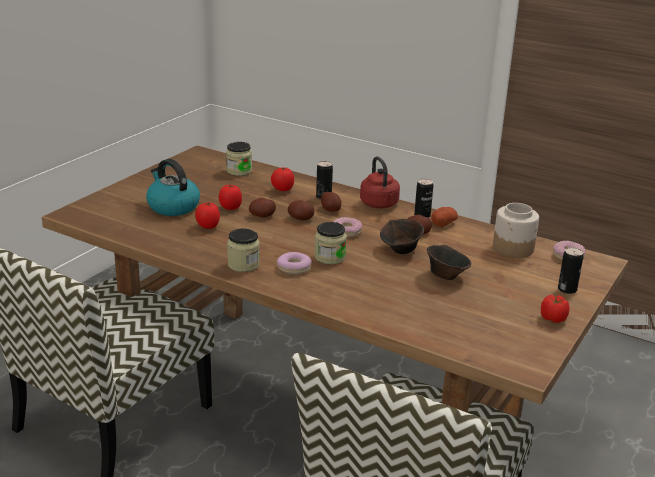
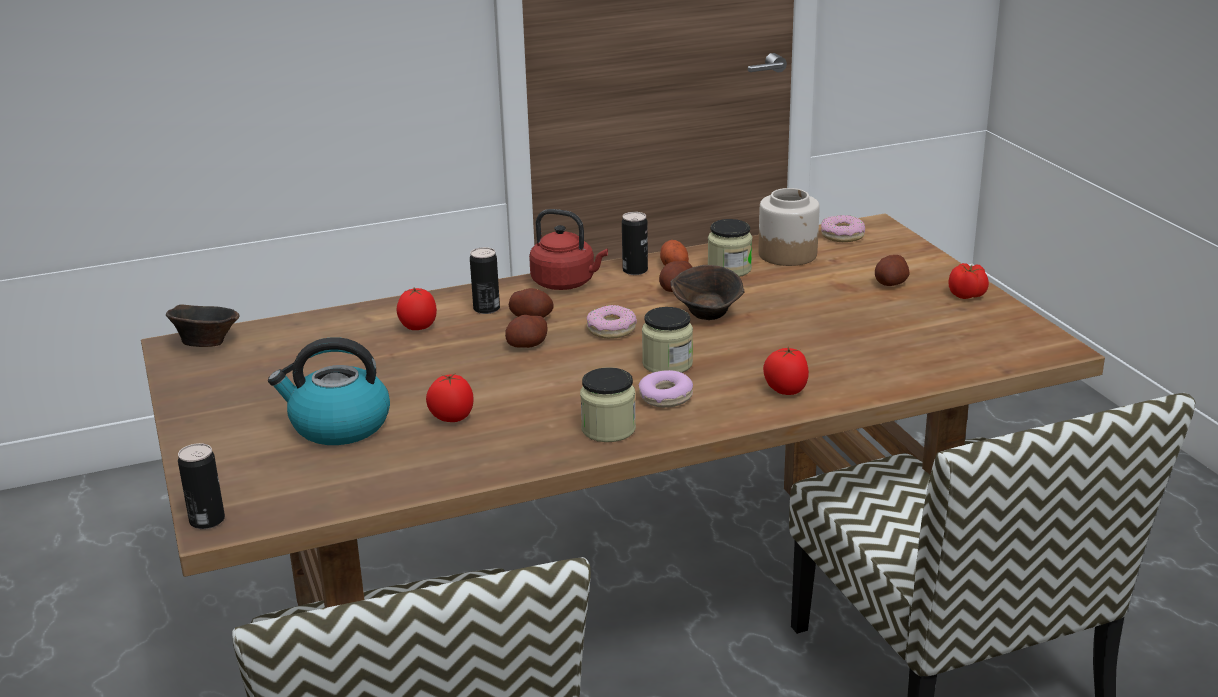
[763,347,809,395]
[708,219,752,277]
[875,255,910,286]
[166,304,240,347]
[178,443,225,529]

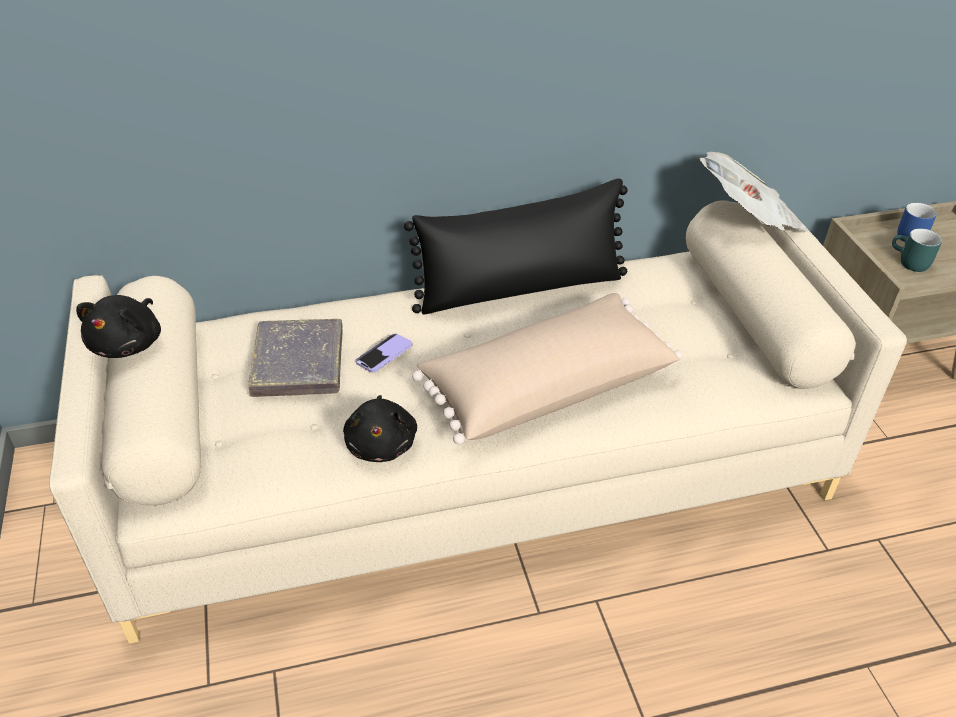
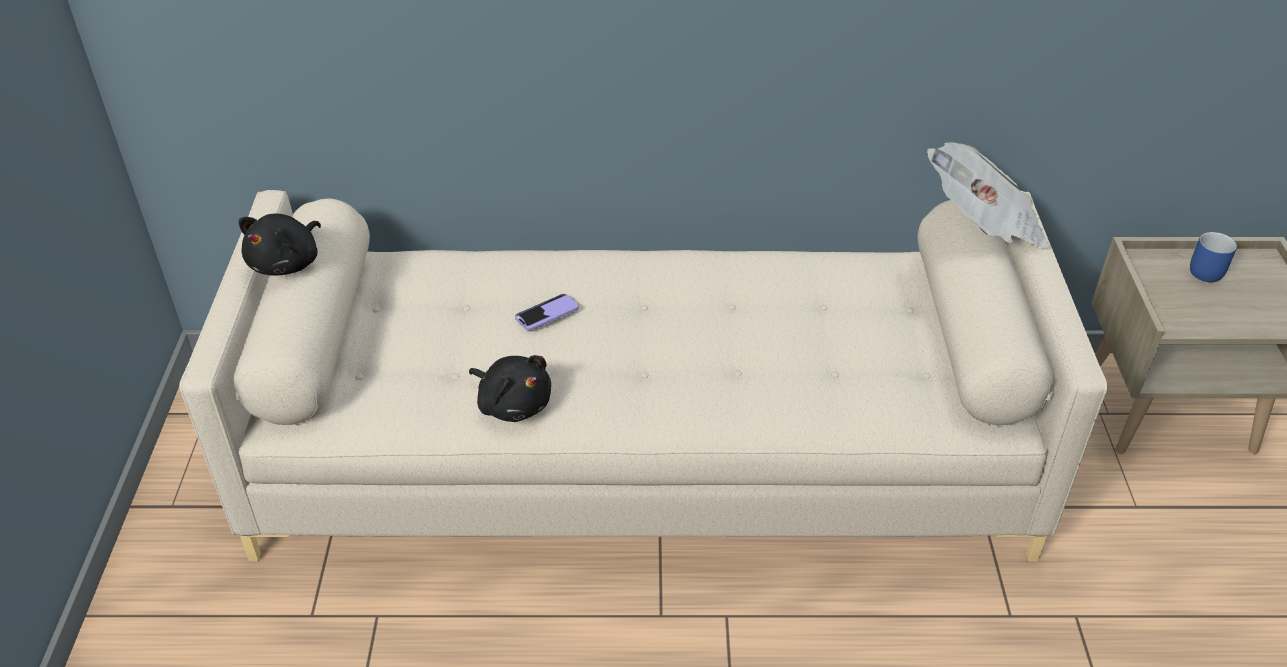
[248,319,343,397] (first image)
[469,355,551,422]
[404,178,628,315] (first image)
[412,293,683,445] (first image)
[892,228,942,272] (first image)

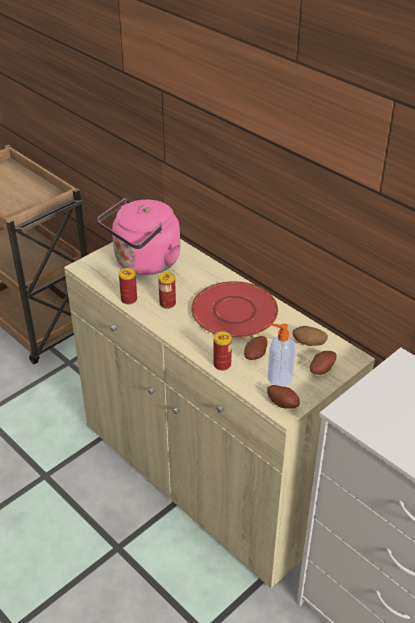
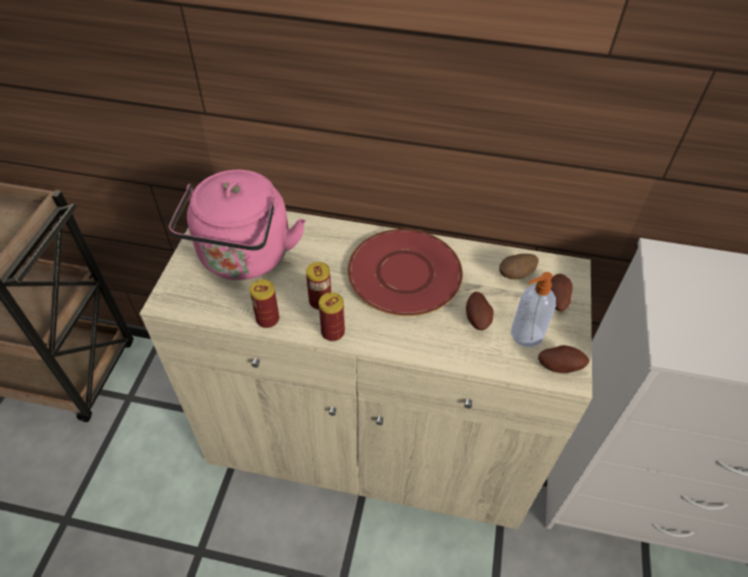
[319,292,345,341]

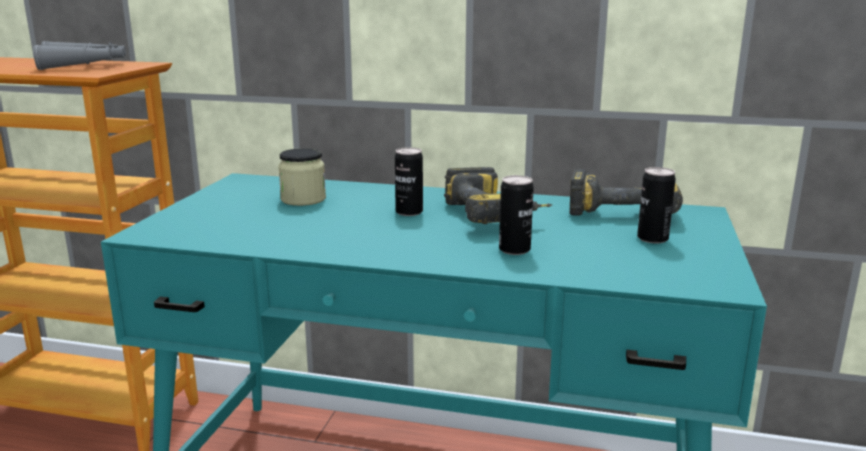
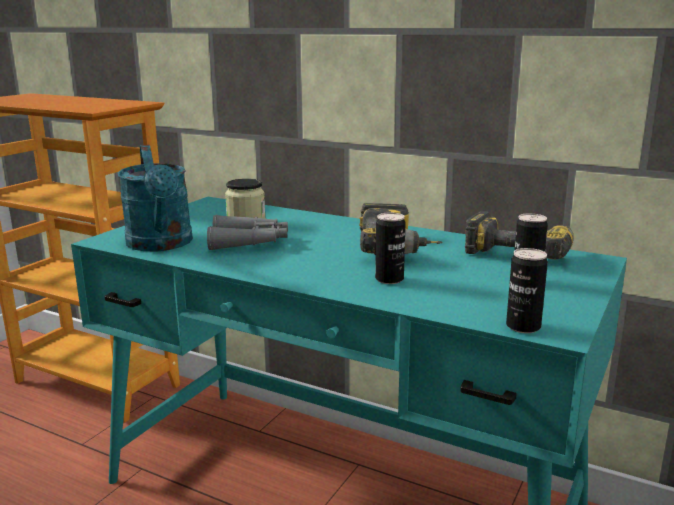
[207,215,288,250]
[506,248,548,333]
[118,145,193,251]

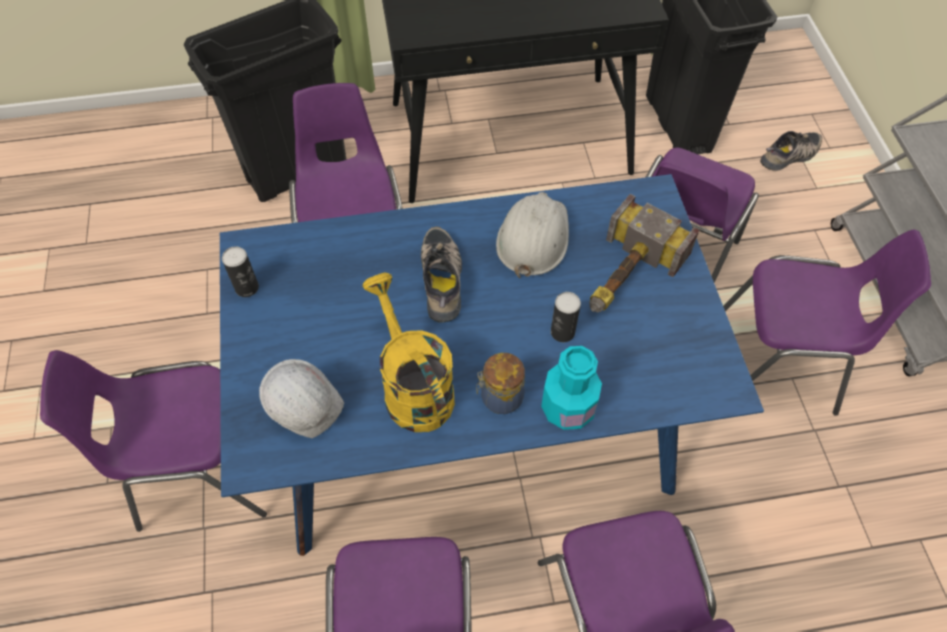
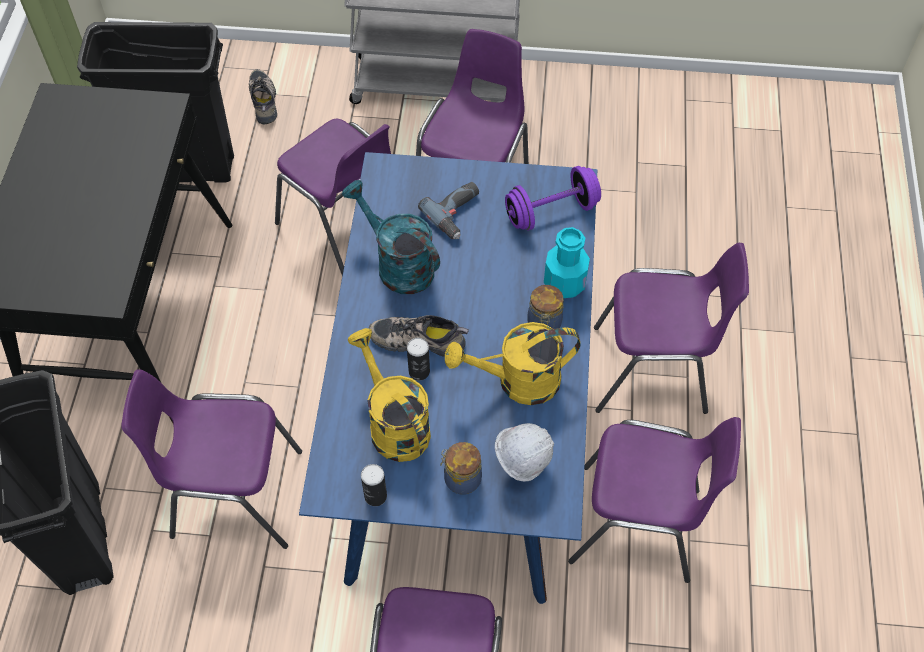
[342,180,440,294]
[407,338,430,380]
[418,182,479,239]
[348,328,431,462]
[440,442,482,495]
[505,166,601,230]

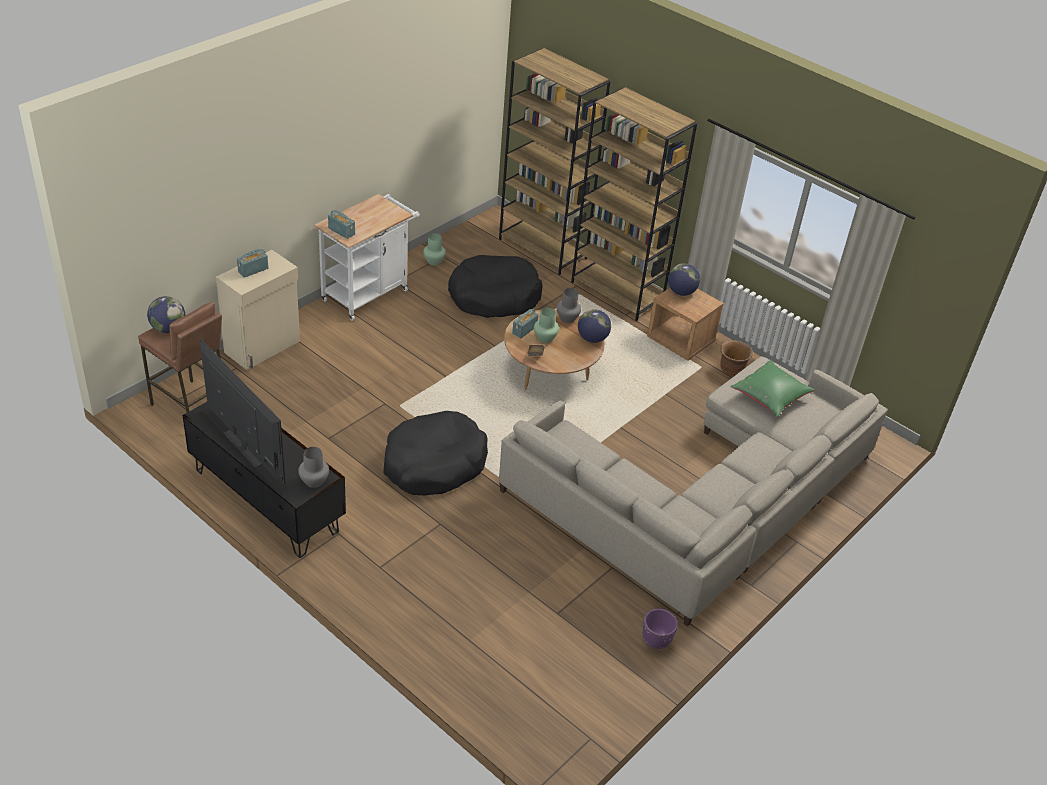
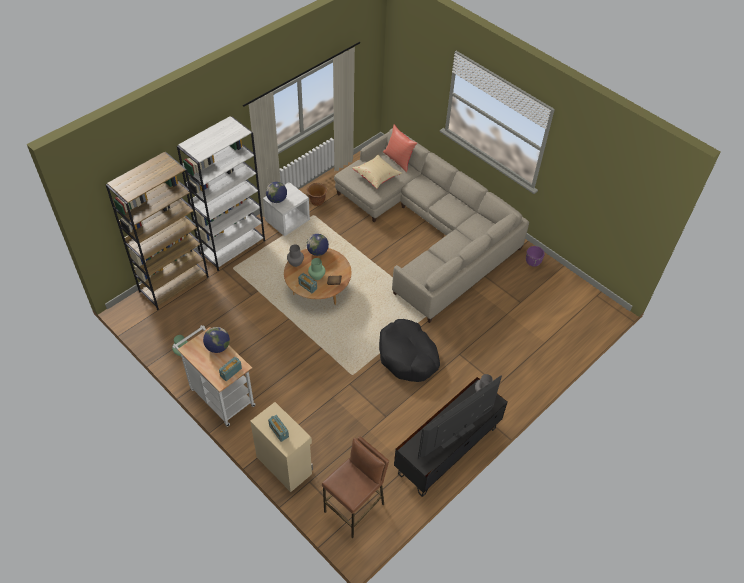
[203,327,230,353]
[448,255,543,318] (first image)
[177,116,265,271]
[263,182,310,236]
[352,154,402,189]
[383,125,417,172]

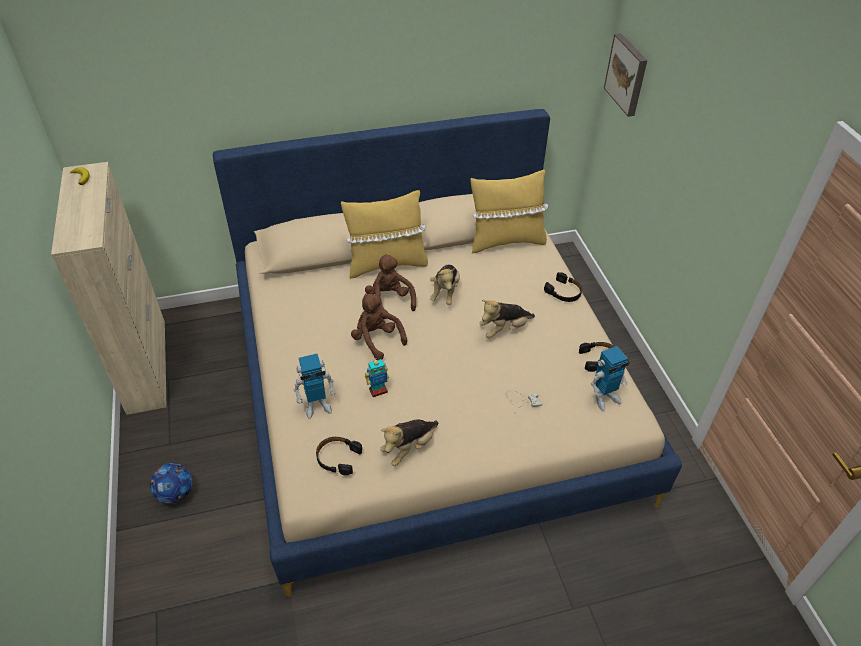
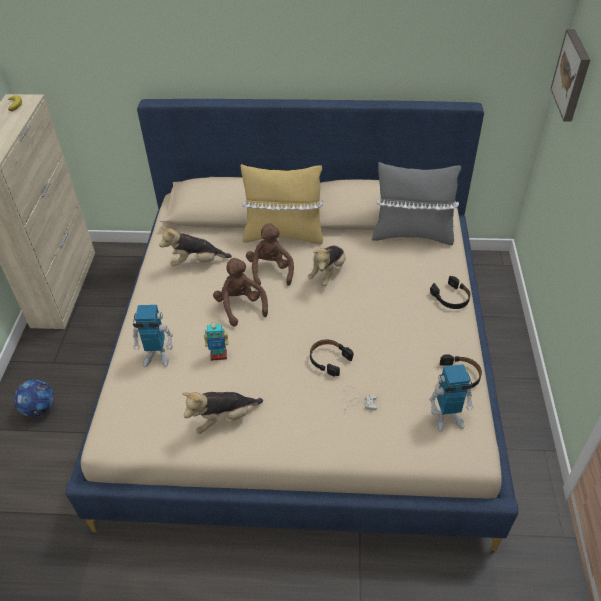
[310,340,354,376]
[372,162,461,245]
[159,227,232,266]

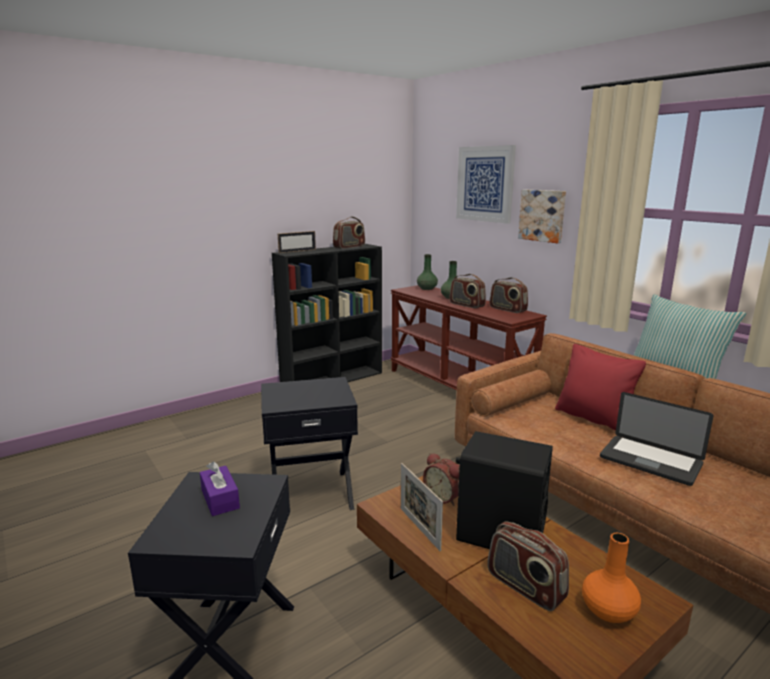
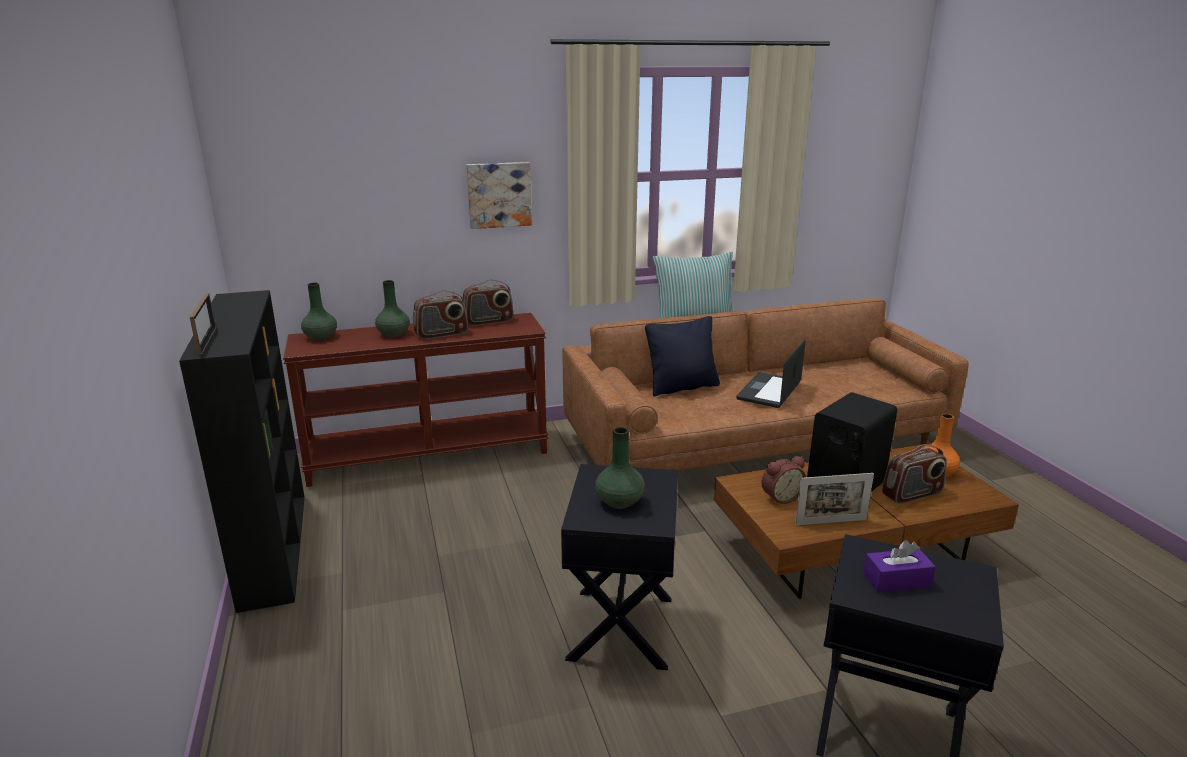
[333,217,365,249] (first image)
[456,145,516,224] (first image)
[645,316,720,396]
[736,340,806,408]
[595,427,645,509]

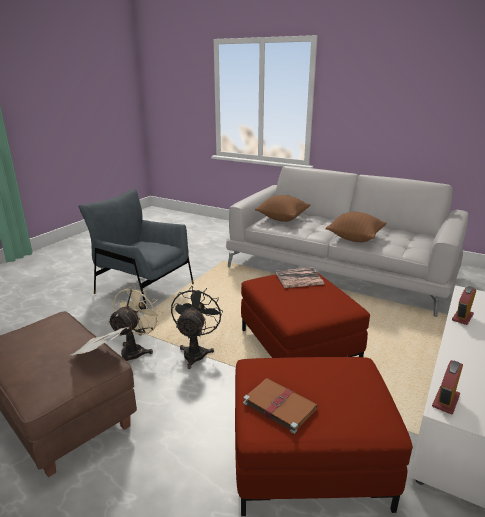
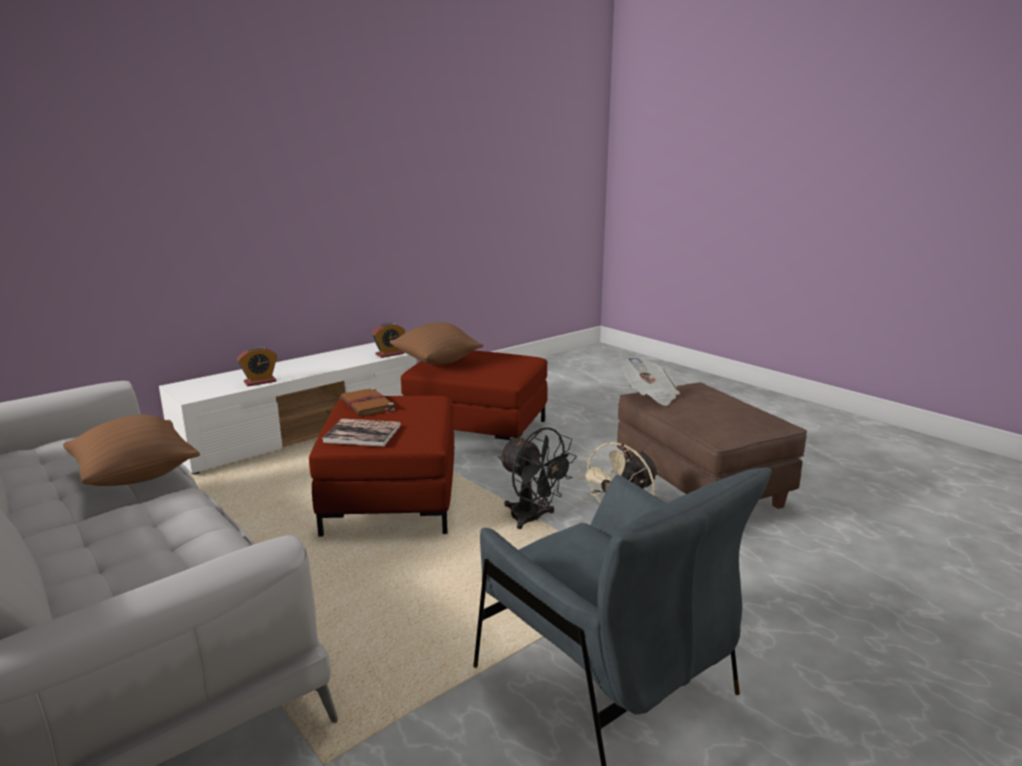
[498,428,577,529]
[340,388,395,416]
[389,322,483,365]

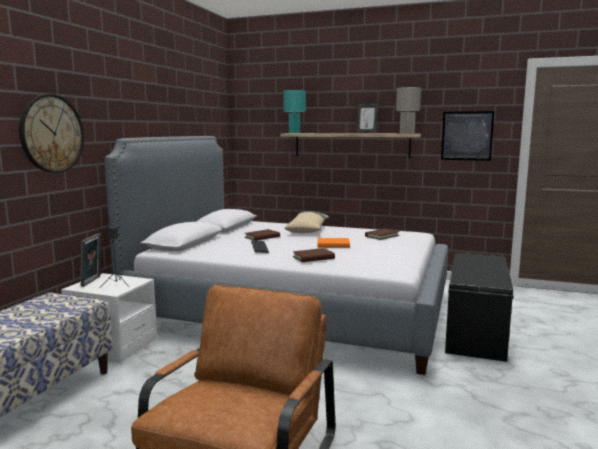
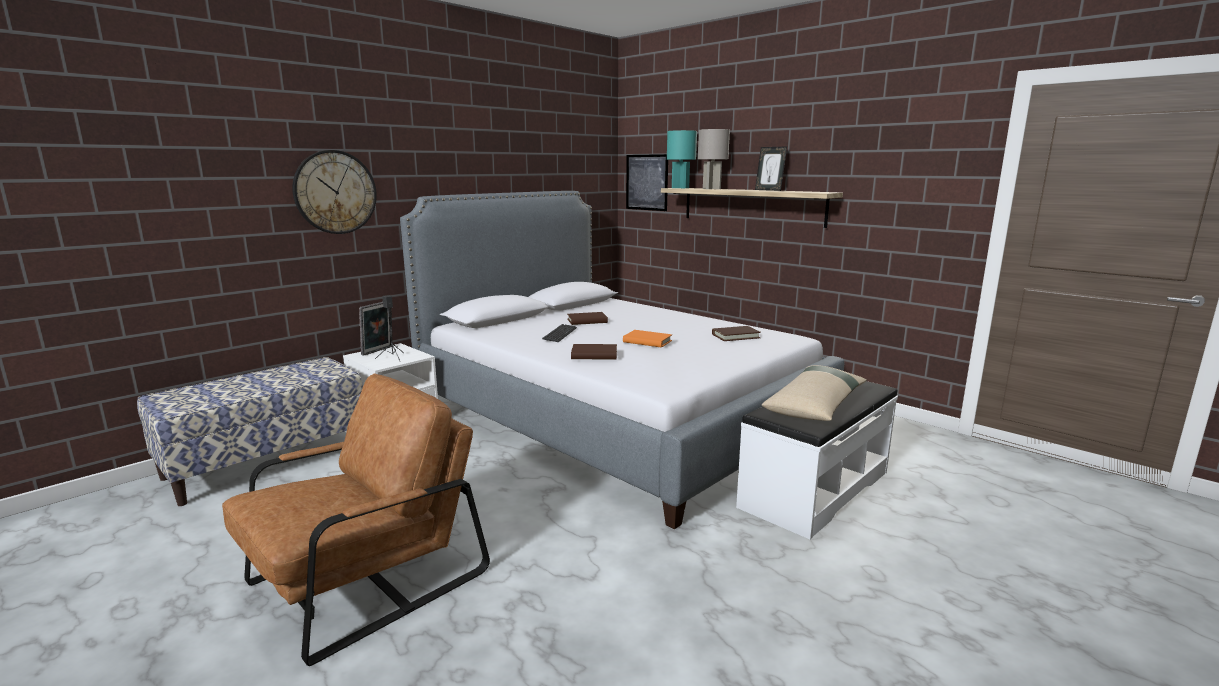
[762,365,867,421]
[698,129,730,189]
[626,154,668,211]
[736,381,898,539]

